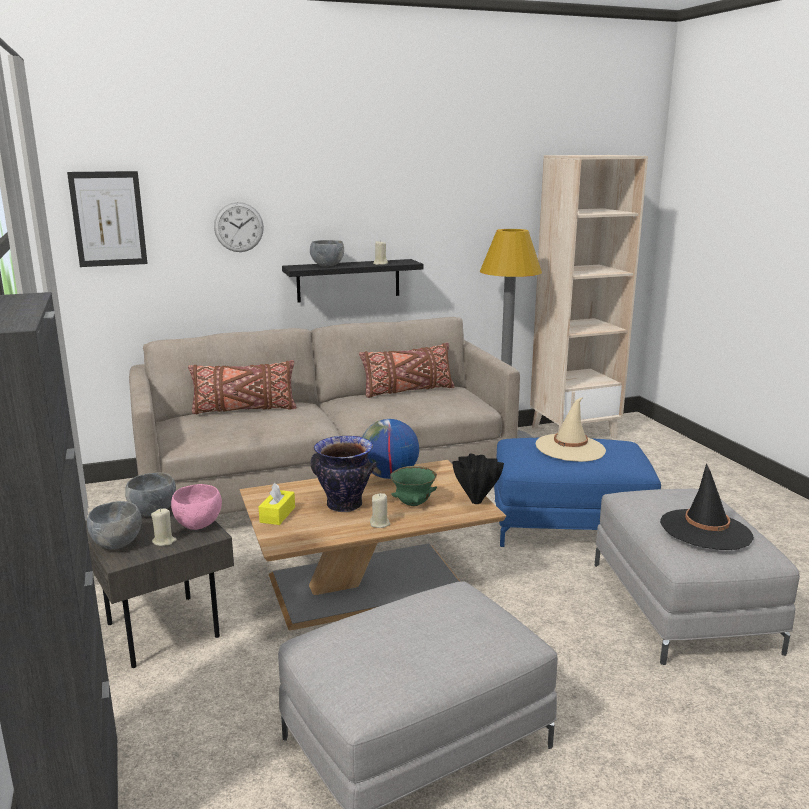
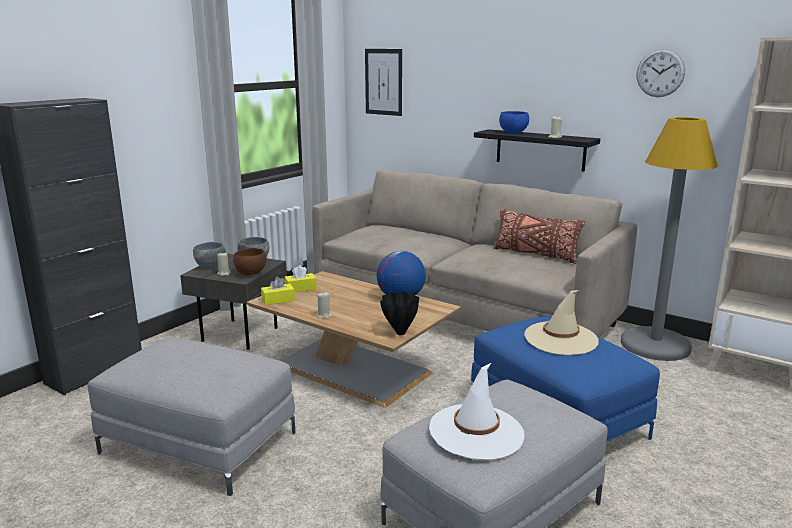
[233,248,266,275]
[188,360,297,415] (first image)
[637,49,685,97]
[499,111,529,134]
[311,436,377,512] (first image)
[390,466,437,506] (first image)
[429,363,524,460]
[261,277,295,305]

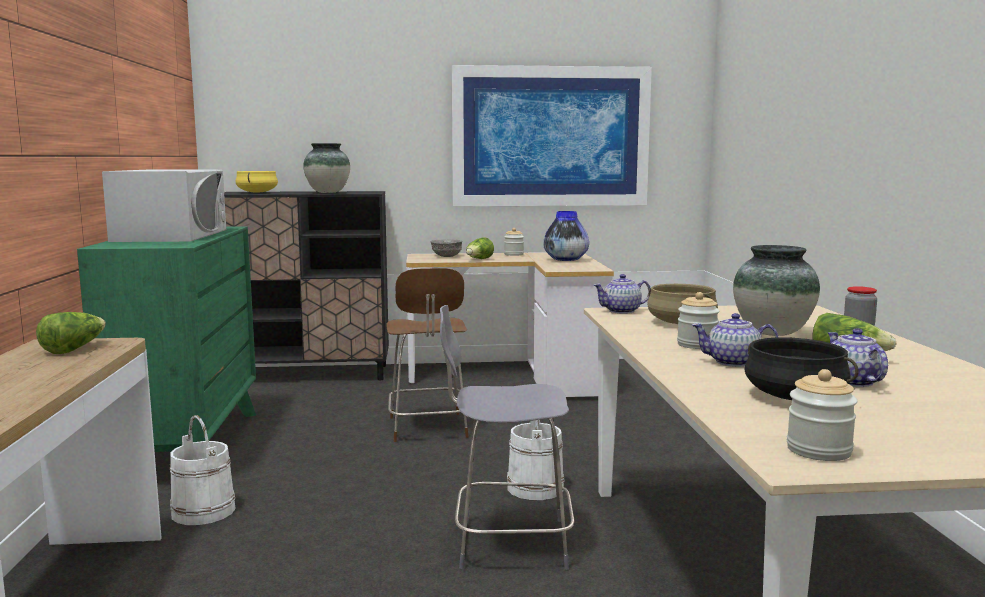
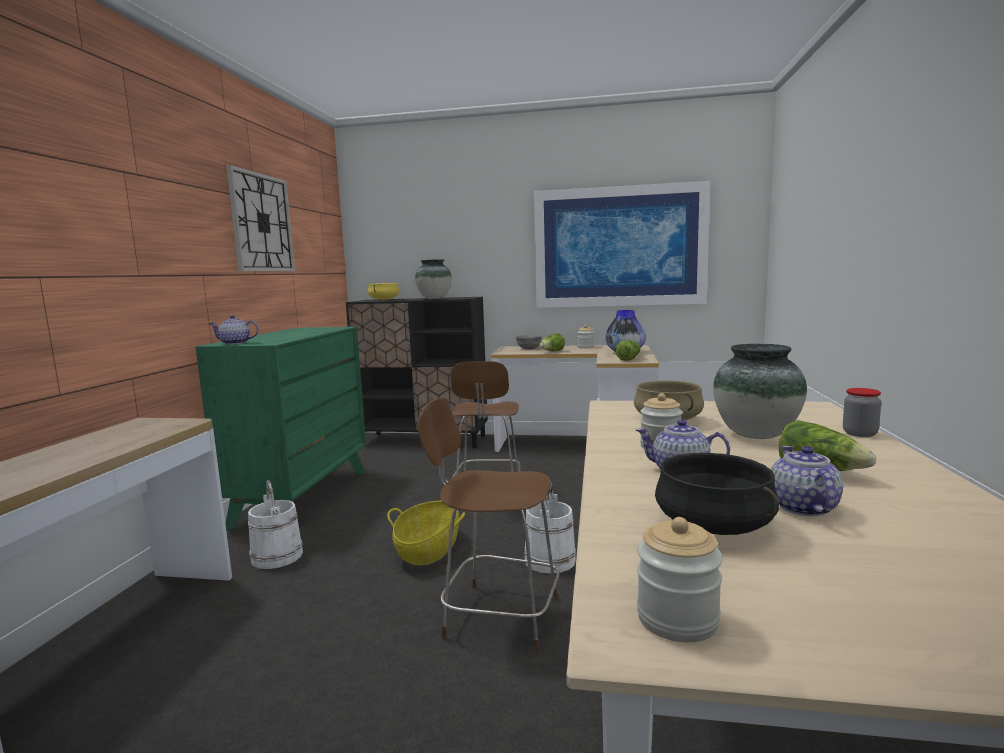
[615,340,640,361]
[102,169,226,242] (first image)
[418,398,560,654]
[209,315,259,345]
[226,165,295,271]
[387,501,465,565]

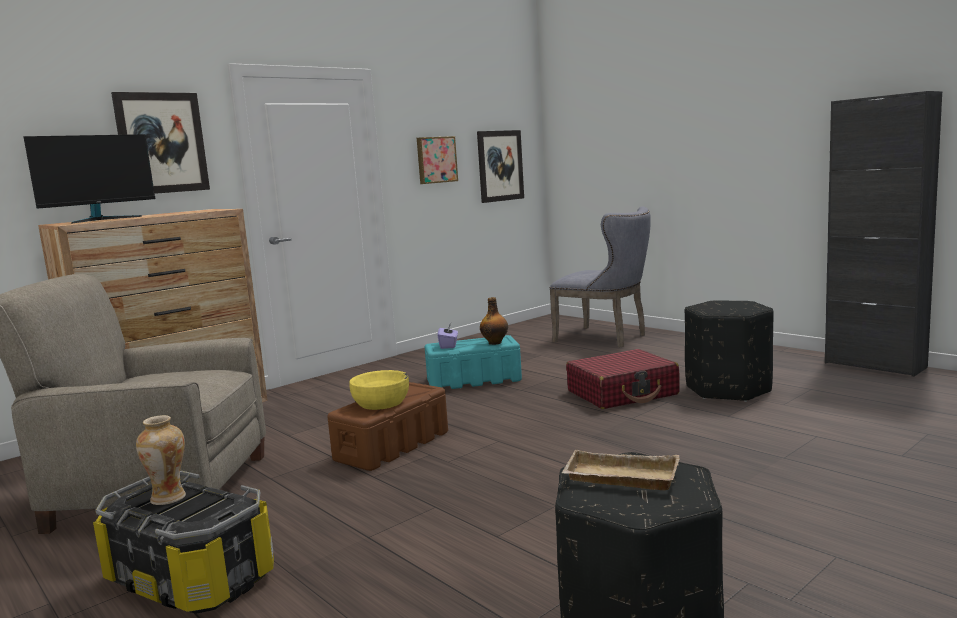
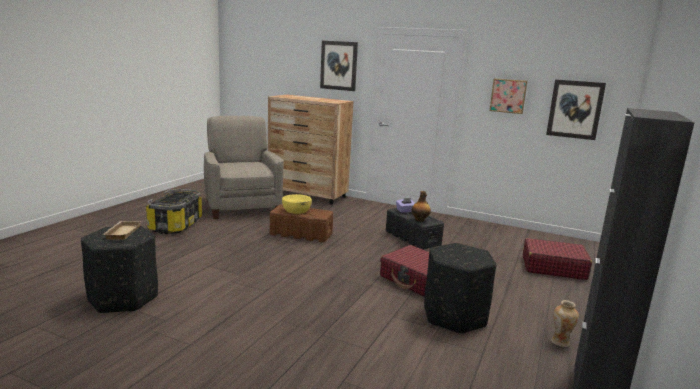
[24,134,155,223] (first image)
[551,300,579,347]
[386,208,444,250]
[523,238,592,280]

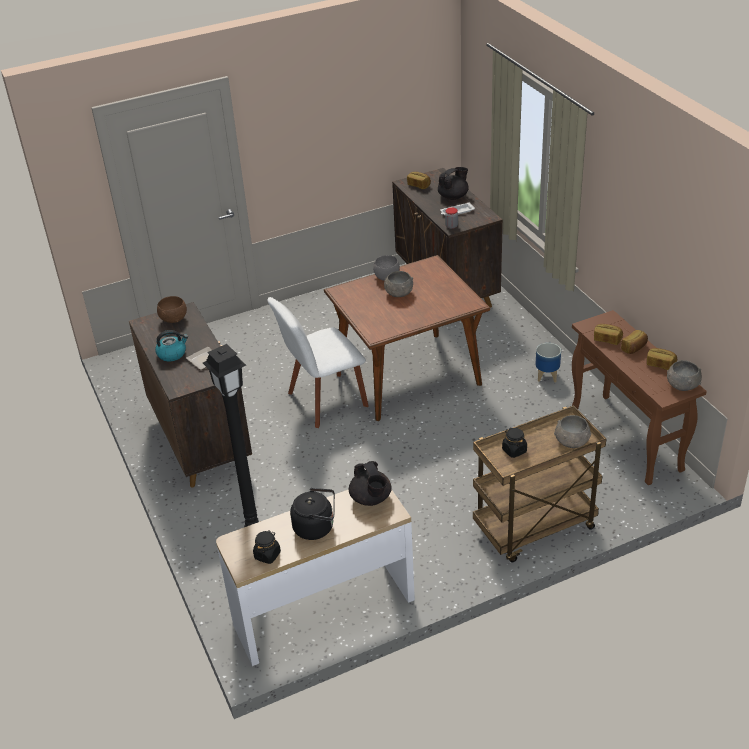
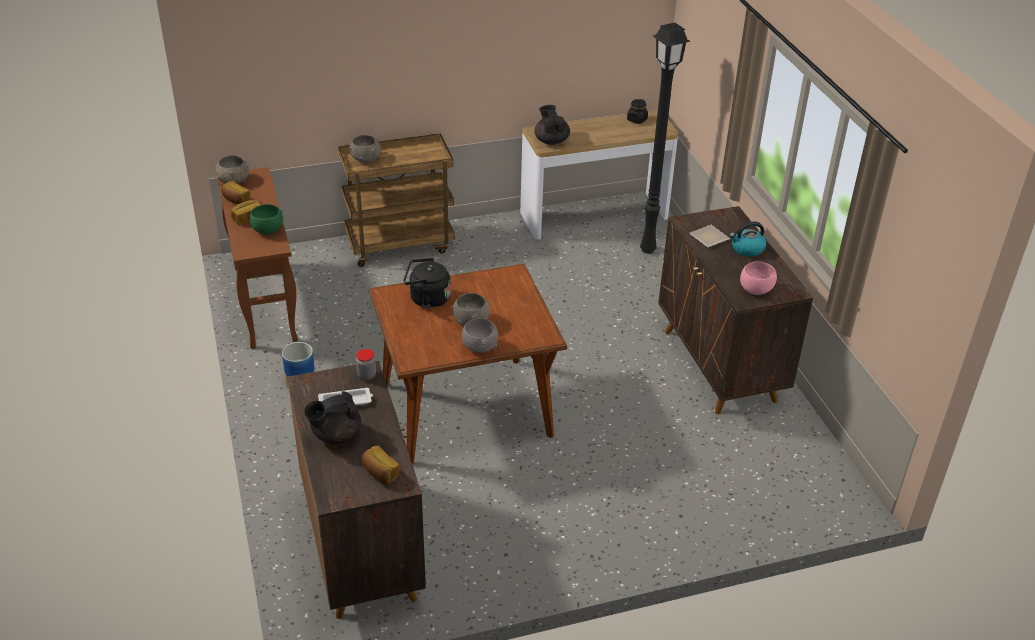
[740,261,777,295]
[267,297,369,428] (first image)
[403,258,451,308]
[502,428,527,458] (first image)
[249,204,283,235]

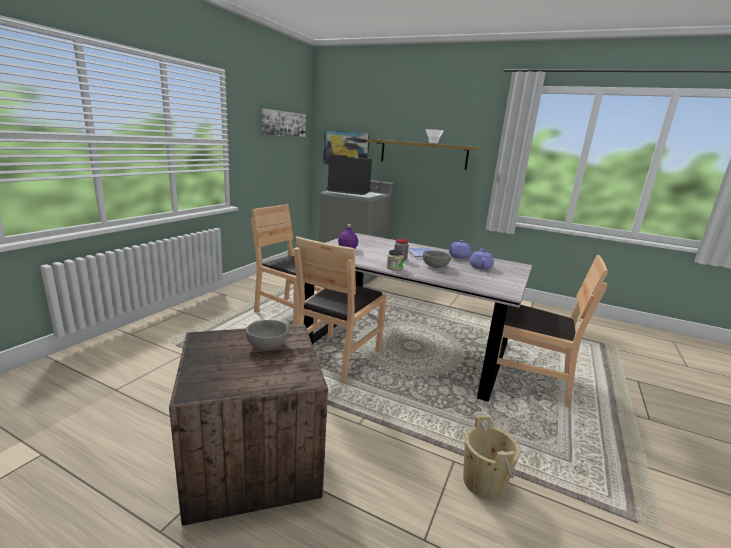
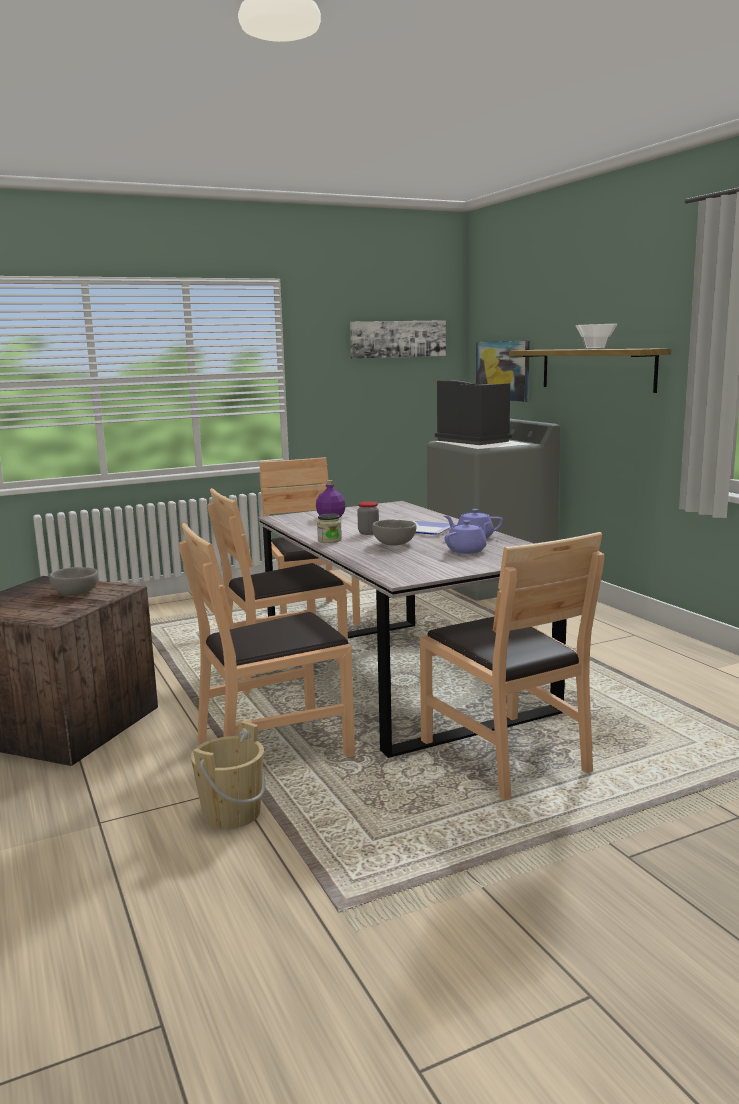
[179,523,355,757]

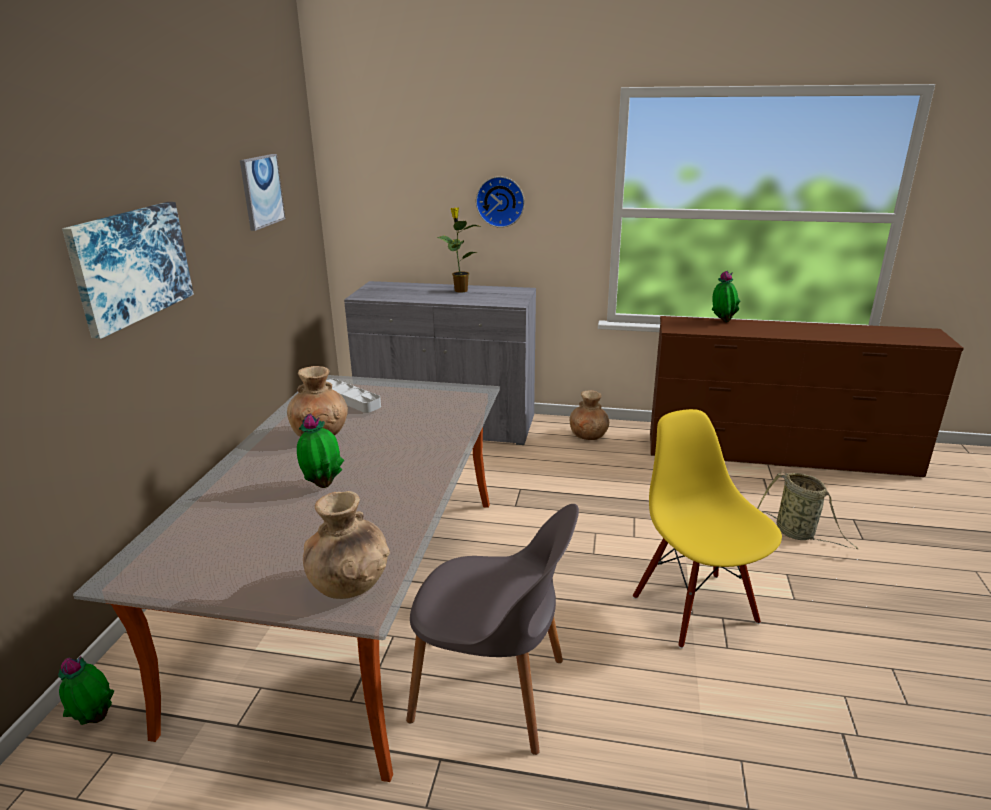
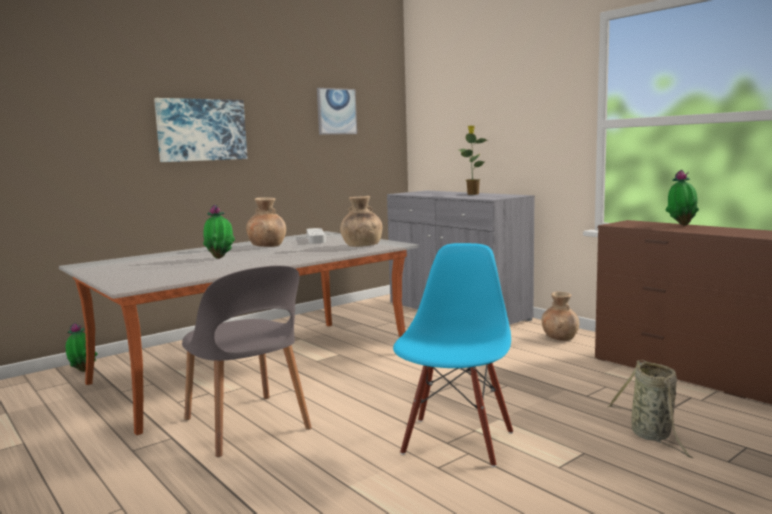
[340,196,382,247]
[476,176,525,228] (first image)
[393,243,513,467]

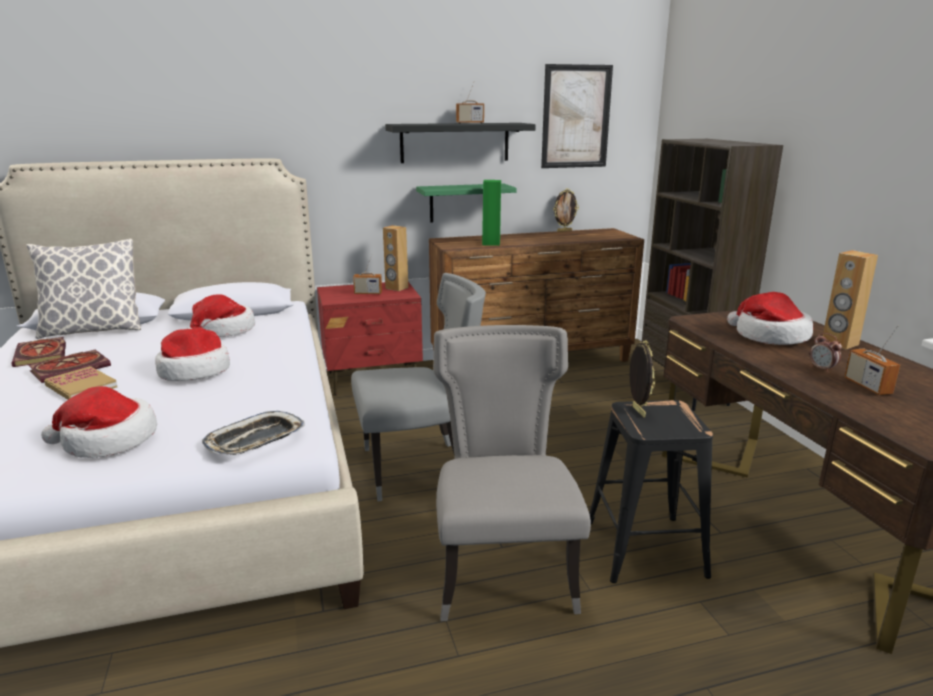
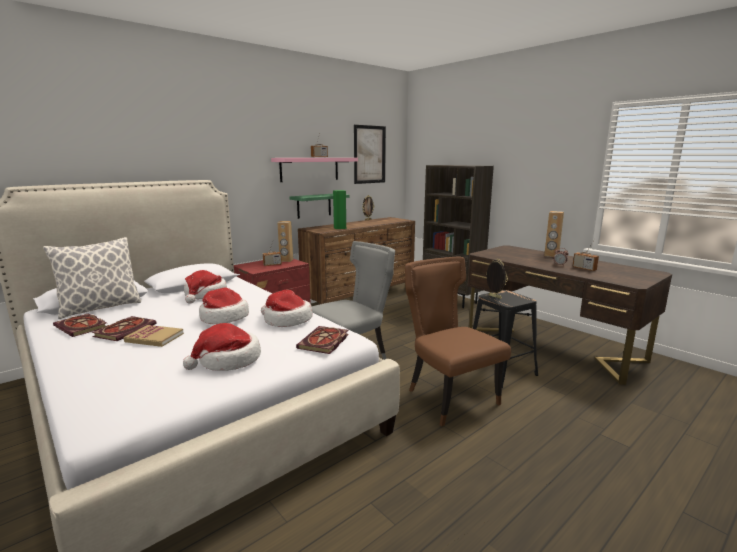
[296,326,349,354]
[271,158,358,182]
[405,257,511,427]
[261,290,313,327]

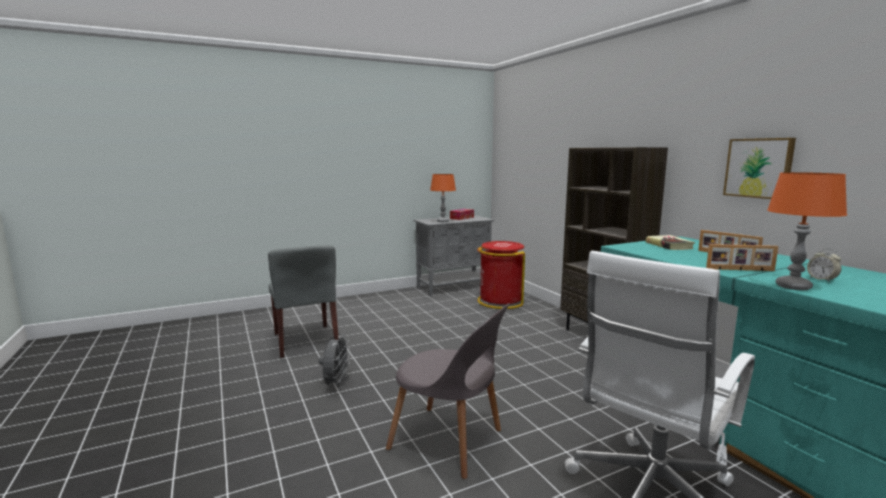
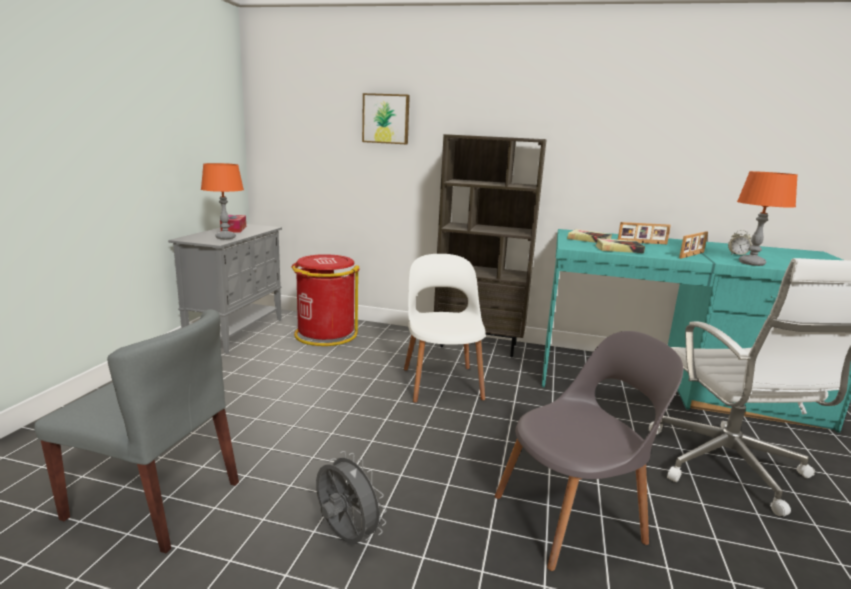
[362,93,410,144]
[404,254,486,403]
[595,238,645,253]

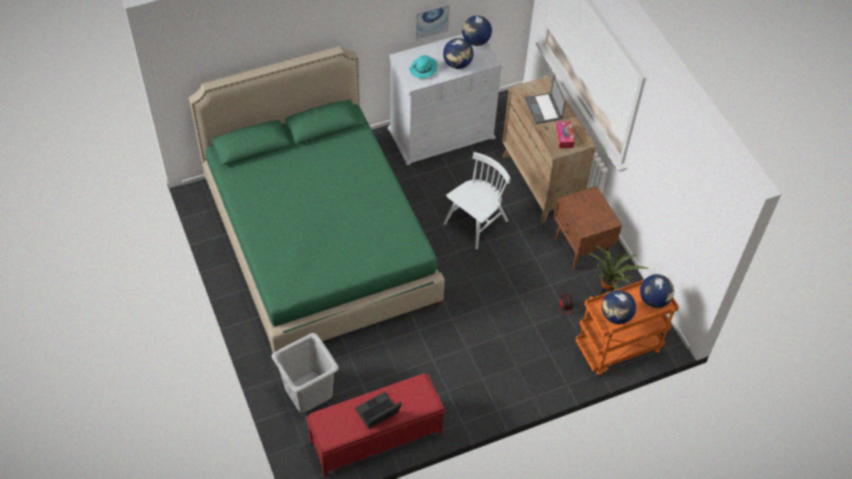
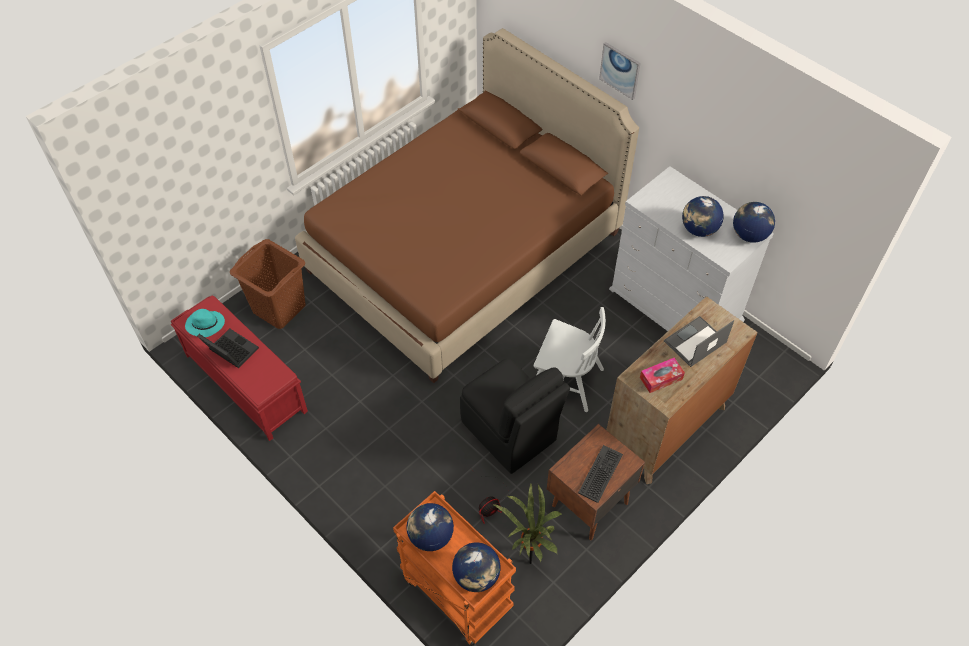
[295,28,639,383]
[229,239,306,329]
[185,309,225,337]
[599,42,641,100]
[460,358,570,474]
[578,445,623,503]

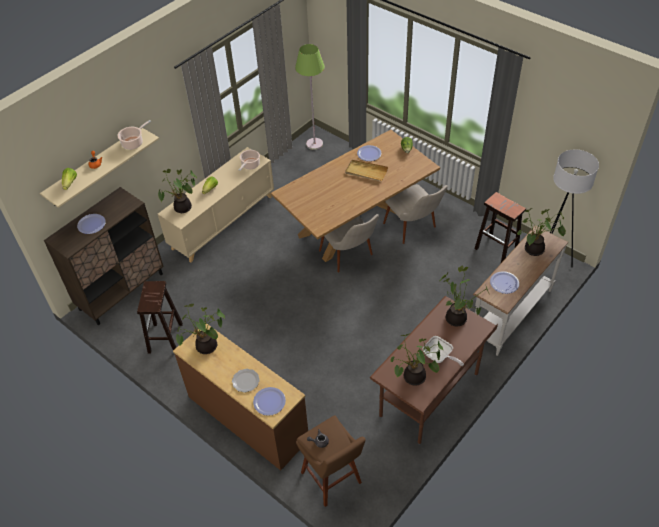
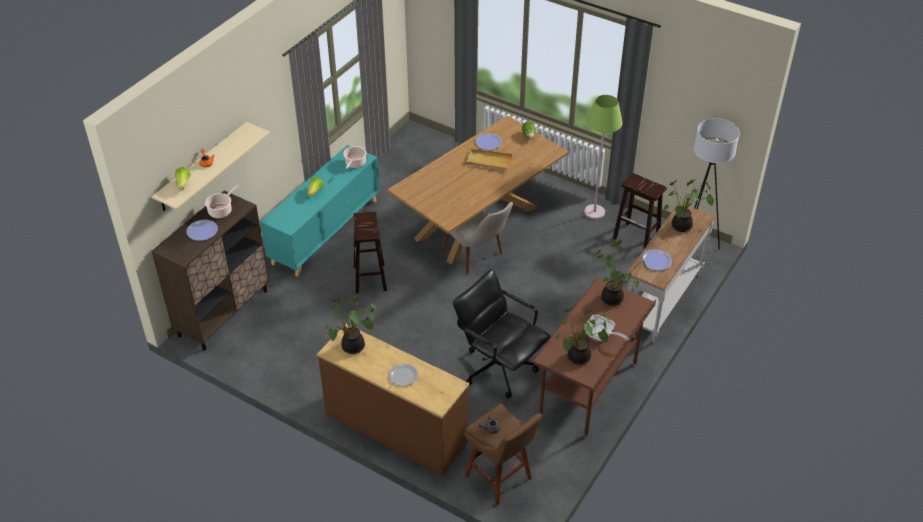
[205,185,239,218]
[353,211,387,293]
[260,145,379,277]
[158,169,197,213] (first image)
[253,387,286,416] (first image)
[584,95,622,219]
[383,184,448,244] (first image)
[453,269,550,398]

